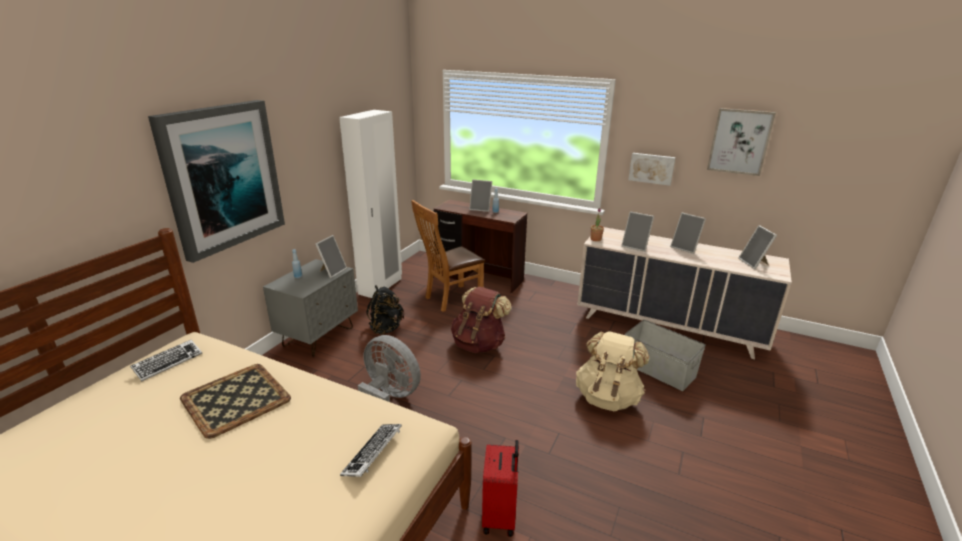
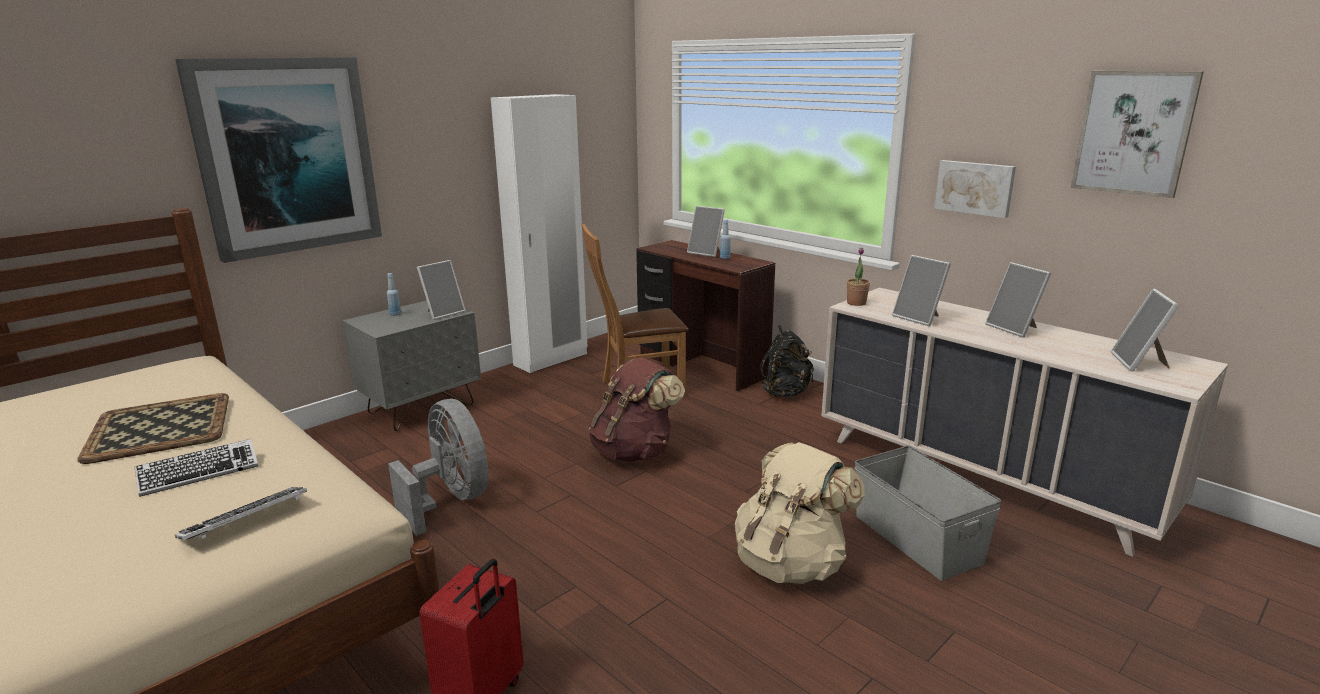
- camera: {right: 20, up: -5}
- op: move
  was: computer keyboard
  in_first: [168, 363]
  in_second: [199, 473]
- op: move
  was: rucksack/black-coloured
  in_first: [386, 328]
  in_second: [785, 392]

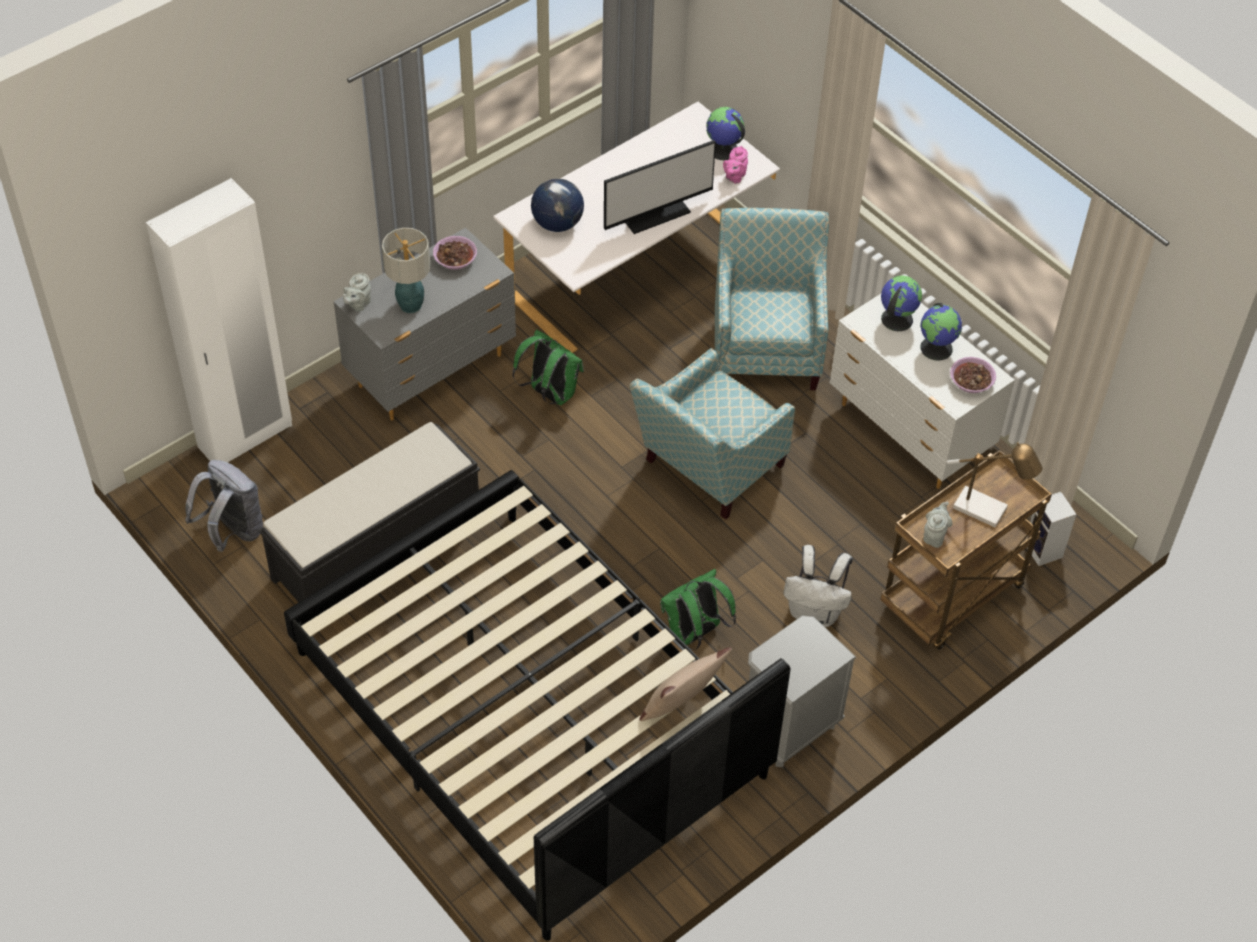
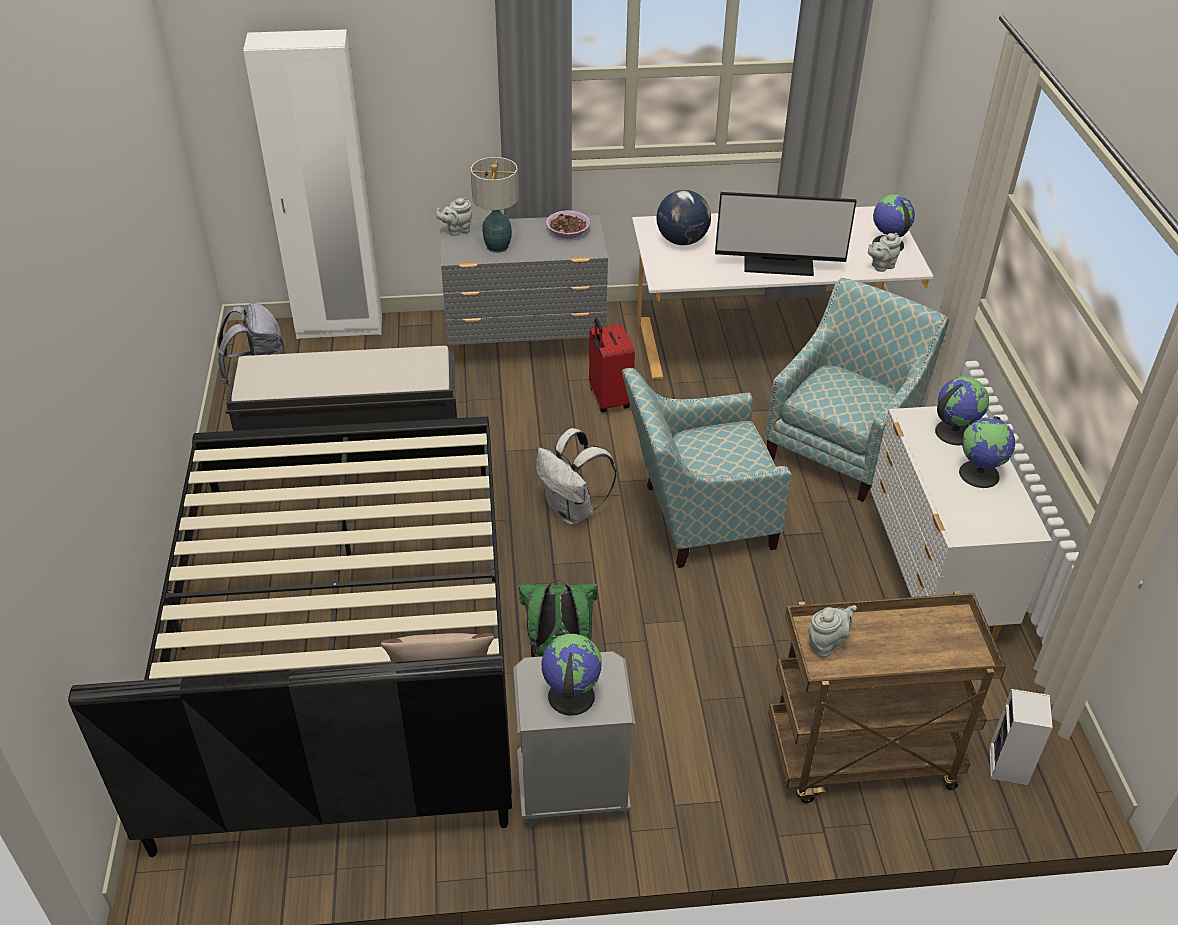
- camera: {right: 35, up: -10}
- op: move
  was: rucksack/white-coloured
  in_first: [815, 612]
  in_second: [573, 511]
- op: insert
  now: globe
  in_second: [570, 696]
- op: replace
  was: rucksack/green
  now: suitcase/red
  in_first: [550, 393]
  in_second: [608, 399]
- op: recolor
  was: tea pot/pinkish
  now: tea pot/grey
  in_first: [734, 177]
  in_second: [881, 266]
- op: delete
  was: tabletop lamp
  in_first: [987, 510]
- op: delete
  was: bowl
  in_first: [972, 381]

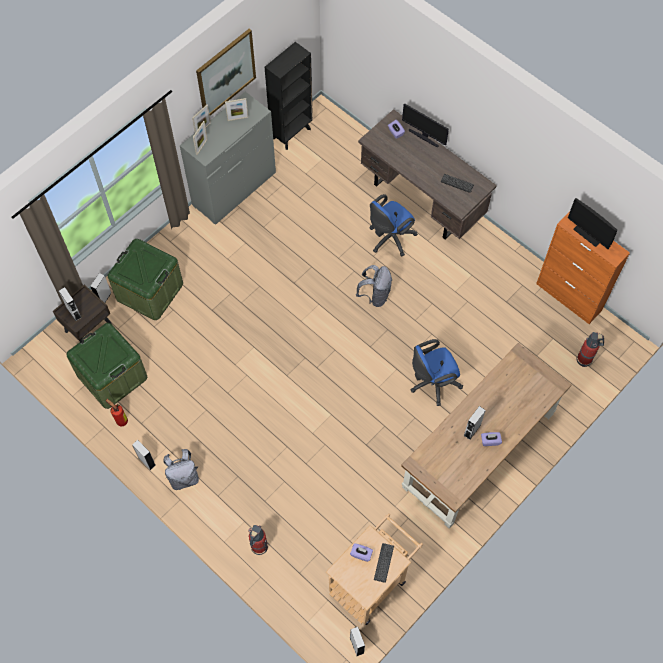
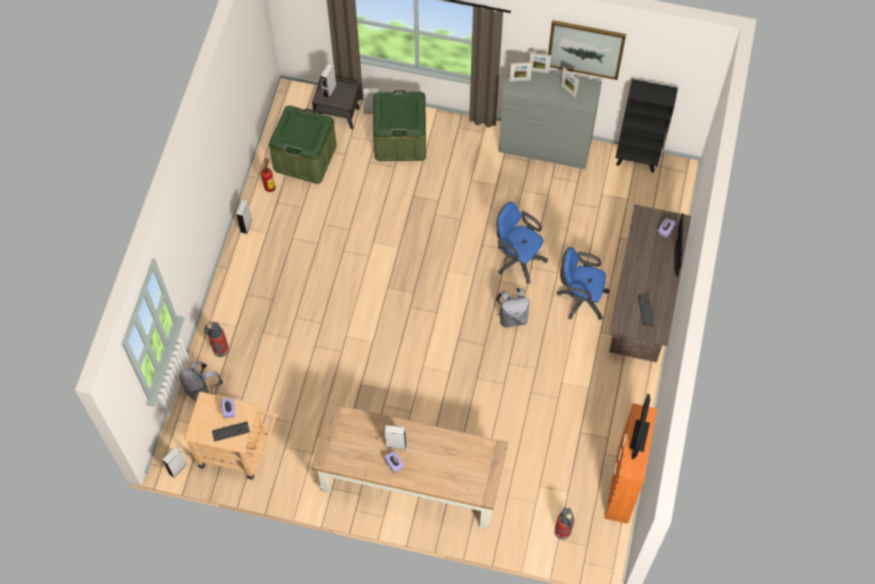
- camera: {right: 60, up: 0}
- op: move
  was: rucksack/grey
  in_first: [183, 477]
  in_second: [202, 391]
- op: move
  was: office chair/bluish
  in_first: [432, 383]
  in_second: [517, 259]

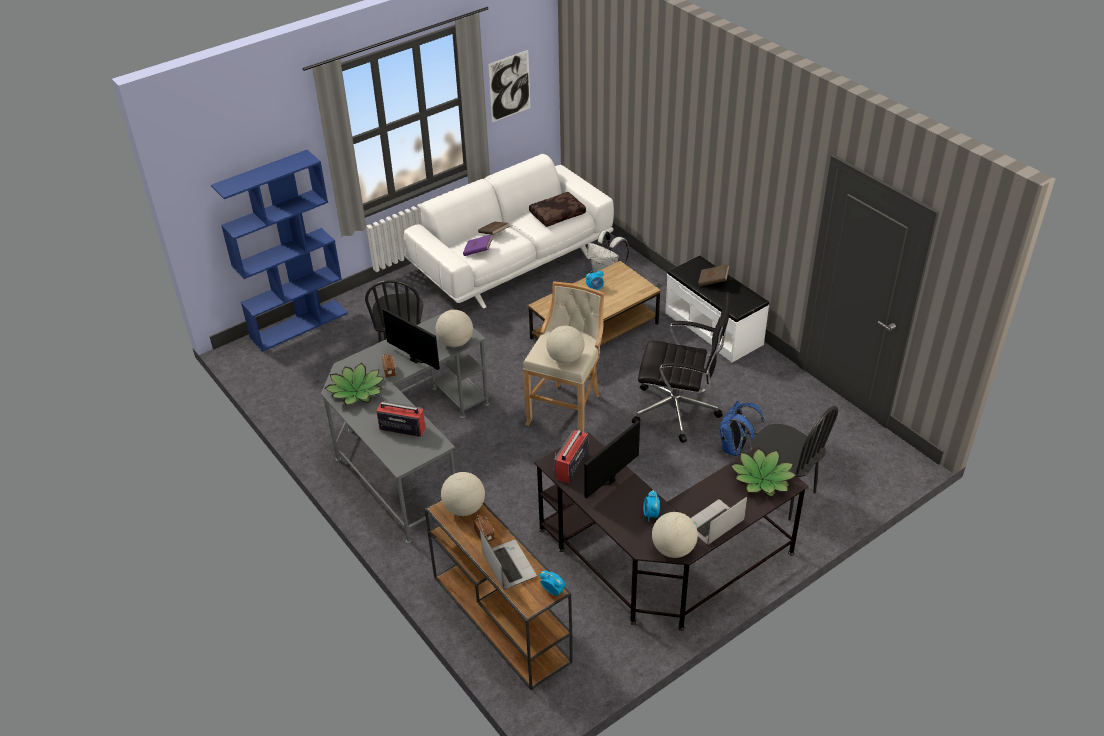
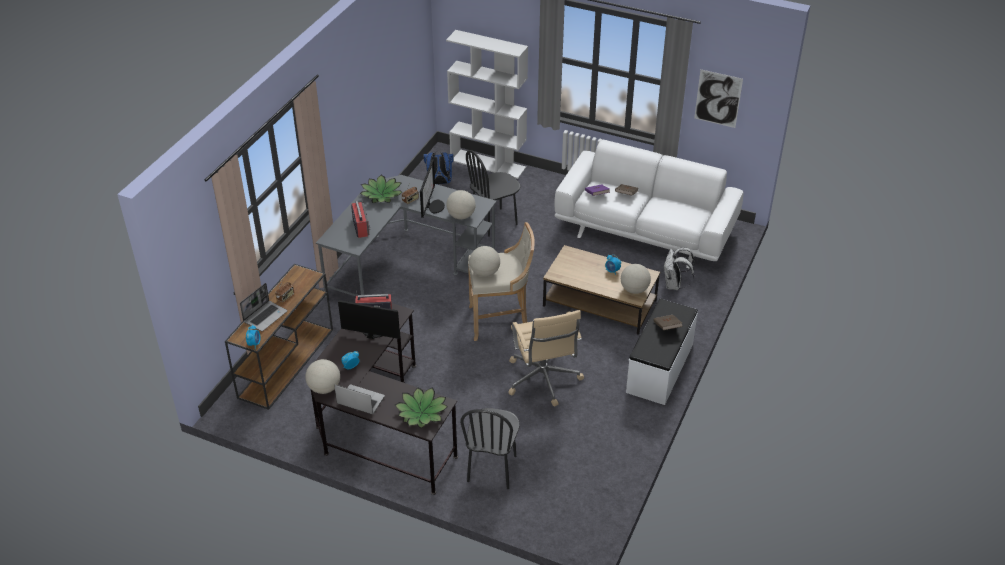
- camera: {right: 60, up: 0}
- op: move
  was: rucksack/bluish
  in_first: [735, 448]
  in_second: [439, 182]
- op: recolor
  was: bookshelf/bluish
  now: bookshelf/white-coloured
  in_first: [299, 325]
  in_second: [488, 164]
- op: recolor
  was: office chair/black-coloured
  now: office chair/beige
  in_first: [678, 411]
  in_second: [543, 380]
- op: move
  was: globe
  in_first: [464, 508]
  in_second: [634, 290]
- op: delete
  was: pillow/brown-coloured
  in_first: [557, 214]

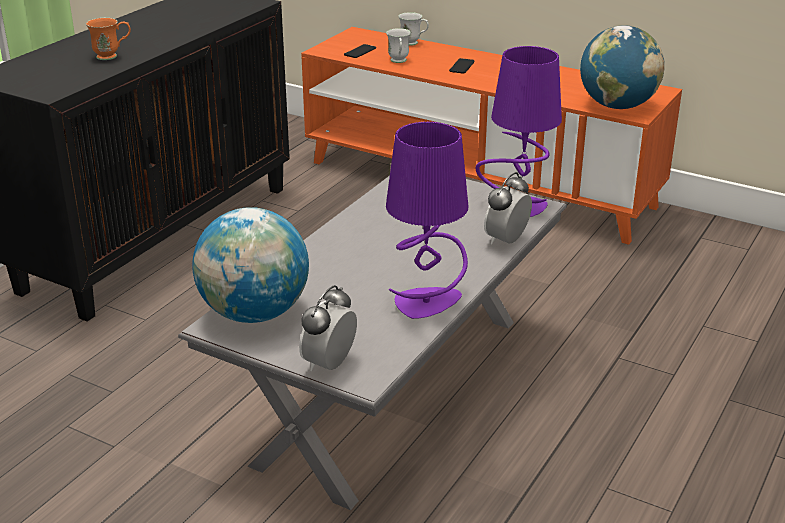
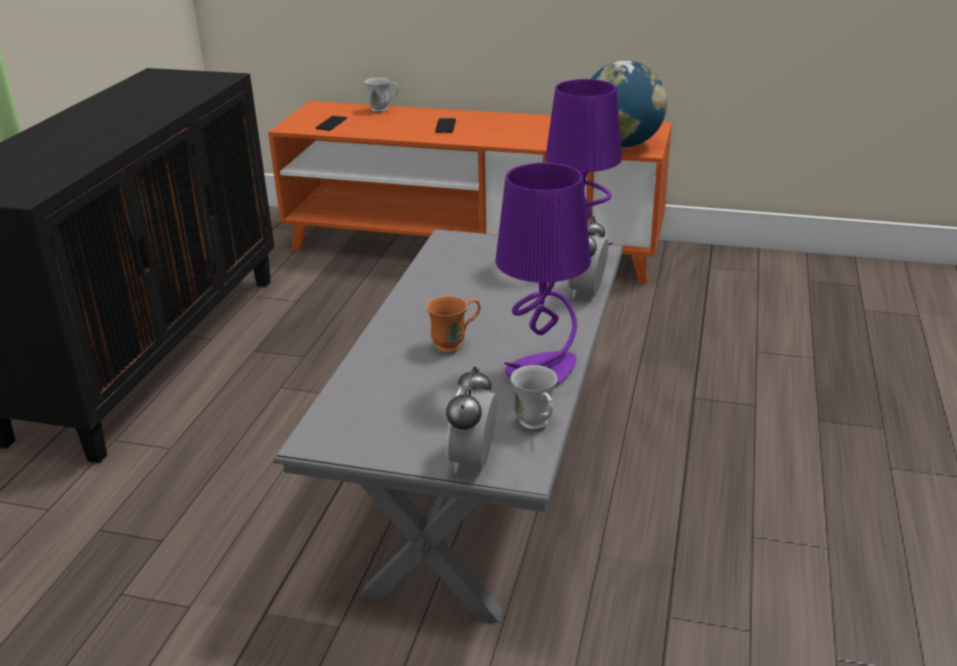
- camera: {right: -15, up: 0}
- op: move
  was: mug/orange
  in_first: [112, 56]
  in_second: [455, 345]
- op: move
  was: mug/white-coloured
  in_first: [399, 62]
  in_second: [537, 427]
- op: delete
  was: globe
  in_first: [254, 313]

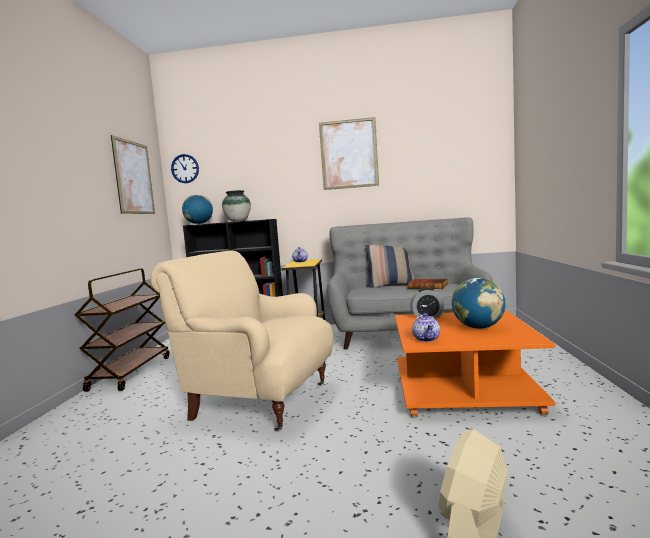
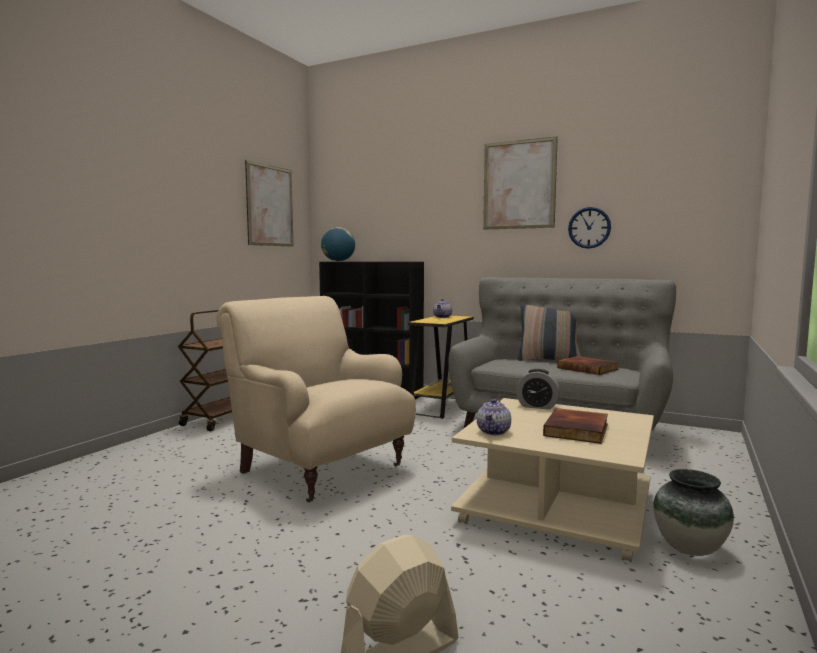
- camera: {right: 20, up: 0}
- op: recolor
  was: low table/orange
  now: low table/beige
  in_first: [464, 388]
  in_second: [559, 507]
- op: replace
  was: globe
  now: volume
  in_first: [478, 327]
  in_second: [578, 430]
- op: move
  was: hanging clock
  in_first: [185, 168]
  in_second: [589, 227]
- op: move
  was: decorative vase
  in_first: [238, 221]
  in_second: [690, 549]

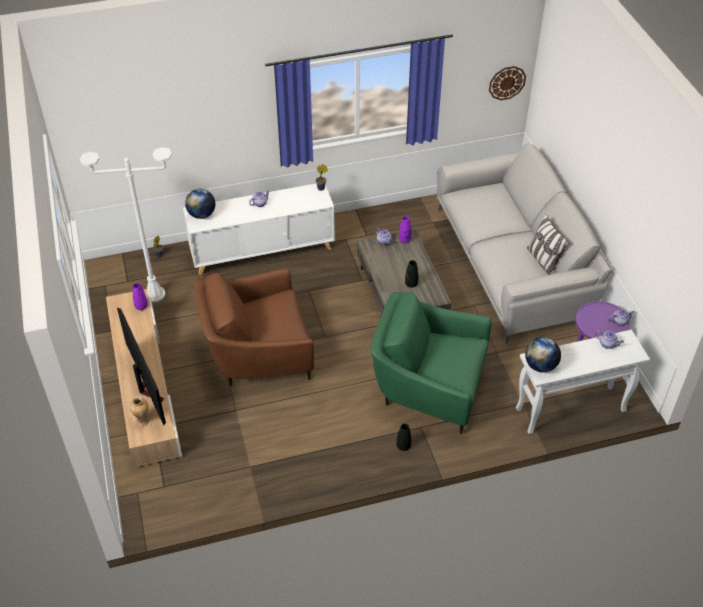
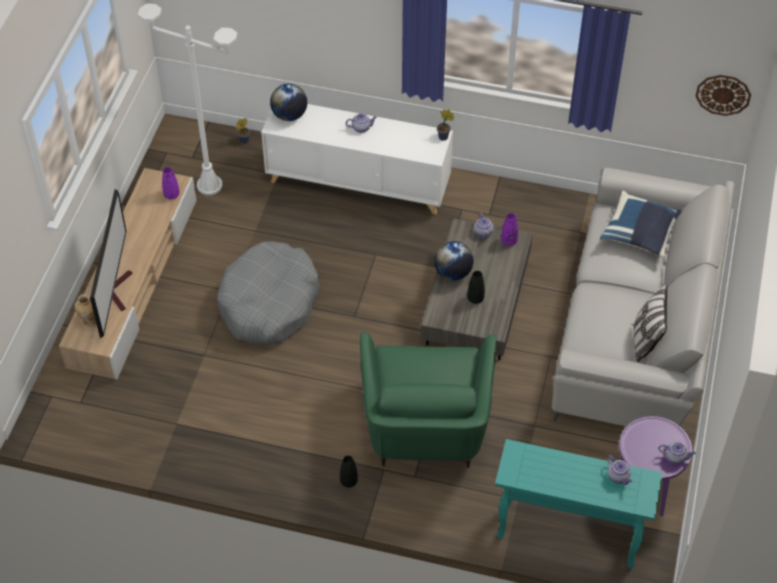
- camera: {right: 30, up: 5}
- op: replace
  was: armchair/brown-coloured
  now: pet bed/grey
  in_first: [258, 354]
  in_second: [269, 303]
- op: rotate
  was: armchair/green
  in_first: [428, 387]
  in_second: [425, 428]
  clockwise: -135
- op: move
  was: globe
  in_first: [540, 366]
  in_second: [453, 273]
- op: recolor
  was: narrow table/white-coloured
  now: narrow table/turquoise-coloured
  in_first: [569, 410]
  in_second: [566, 534]
- op: insert
  now: pillow/bluish
  in_second: [639, 233]

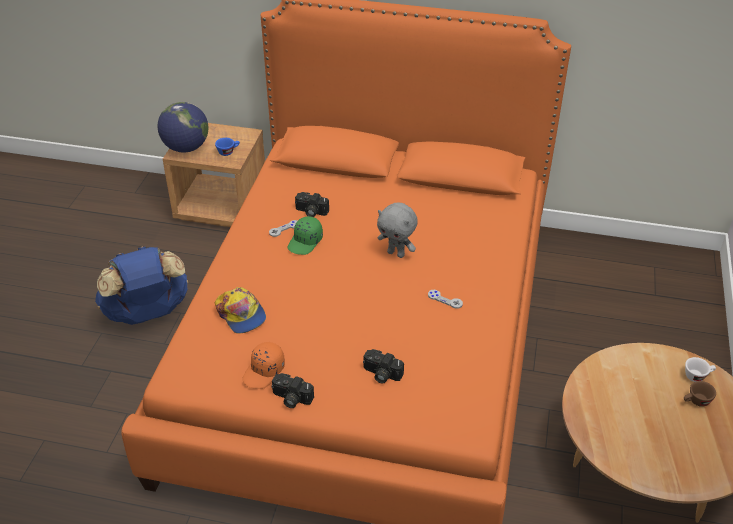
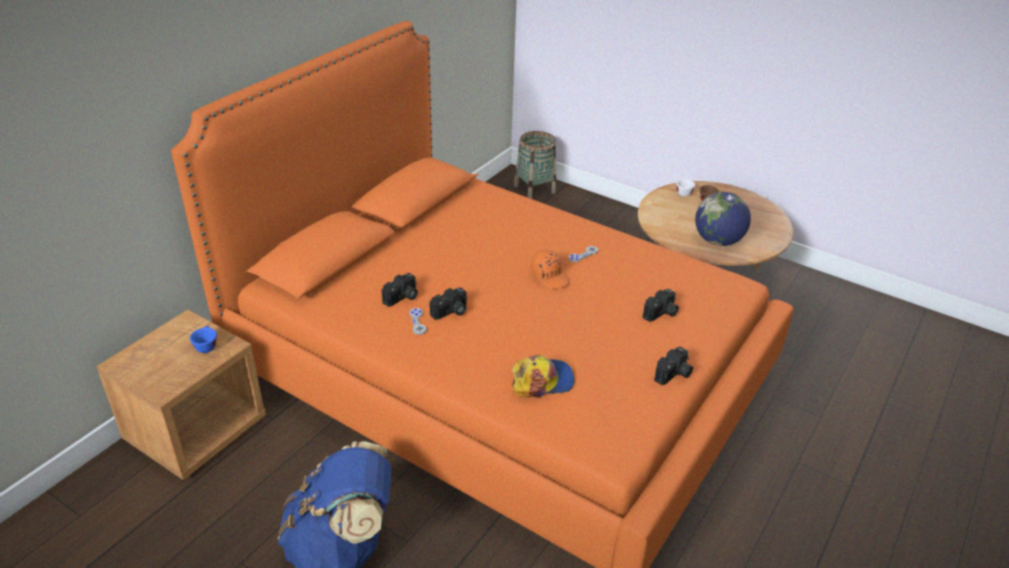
- camera: {right: -70, up: -5}
- op: replace
  was: peaked cap/green
  now: photo camera
  in_first: [305, 242]
  in_second: [451, 312]
- op: insert
  now: storage basket
  in_second: [534, 189]
- op: move
  was: peaked cap/orange
  in_first: [264, 371]
  in_second: [550, 276]
- op: move
  was: globe
  in_first: [186, 148]
  in_second: [718, 241]
- op: delete
  was: plush toy/grey
  in_first: [396, 253]

